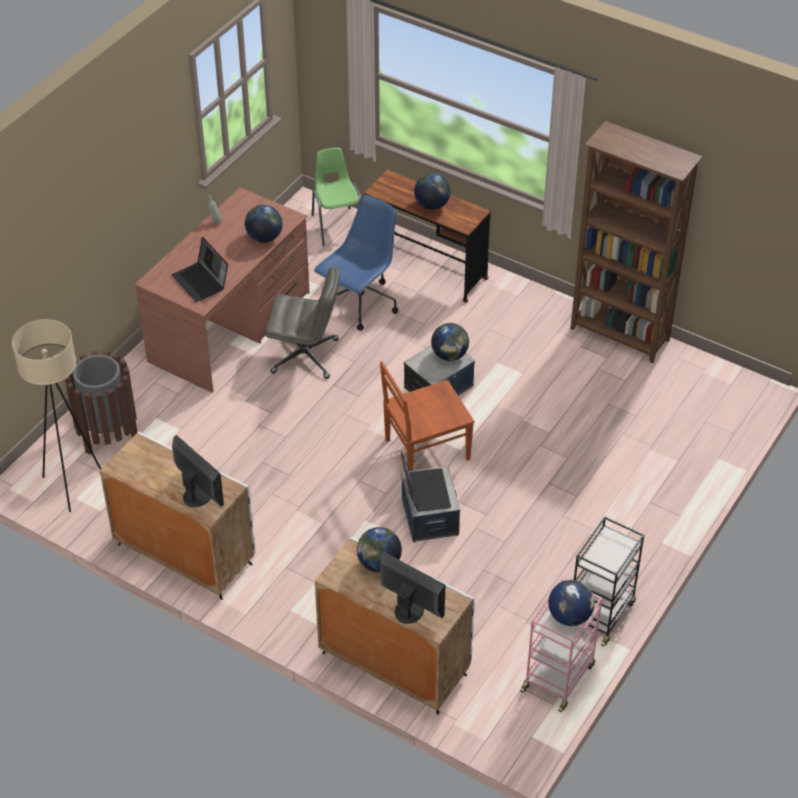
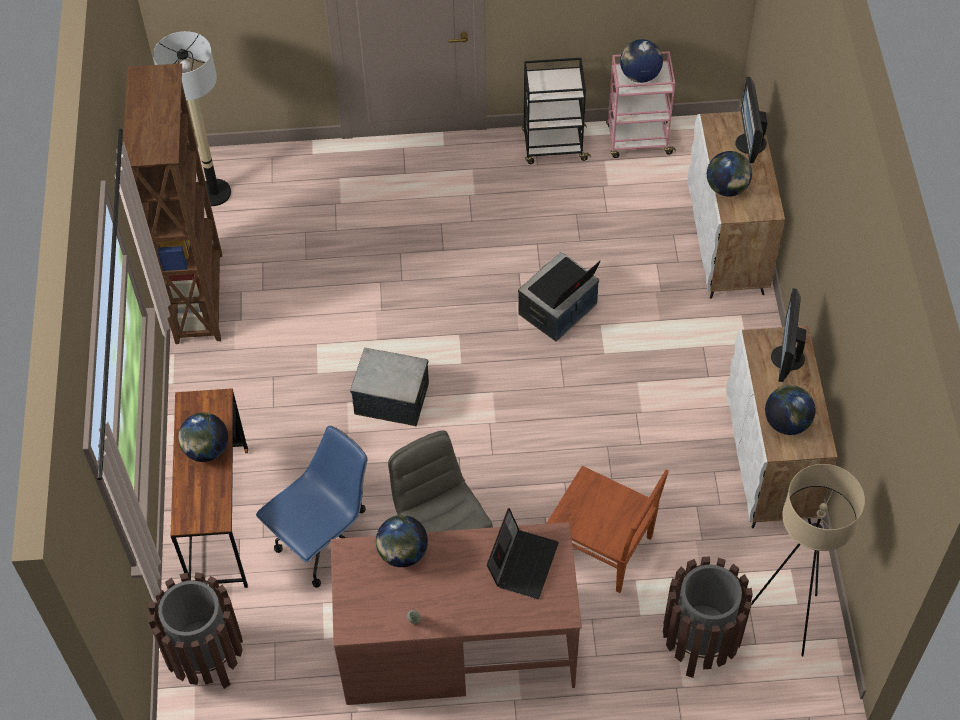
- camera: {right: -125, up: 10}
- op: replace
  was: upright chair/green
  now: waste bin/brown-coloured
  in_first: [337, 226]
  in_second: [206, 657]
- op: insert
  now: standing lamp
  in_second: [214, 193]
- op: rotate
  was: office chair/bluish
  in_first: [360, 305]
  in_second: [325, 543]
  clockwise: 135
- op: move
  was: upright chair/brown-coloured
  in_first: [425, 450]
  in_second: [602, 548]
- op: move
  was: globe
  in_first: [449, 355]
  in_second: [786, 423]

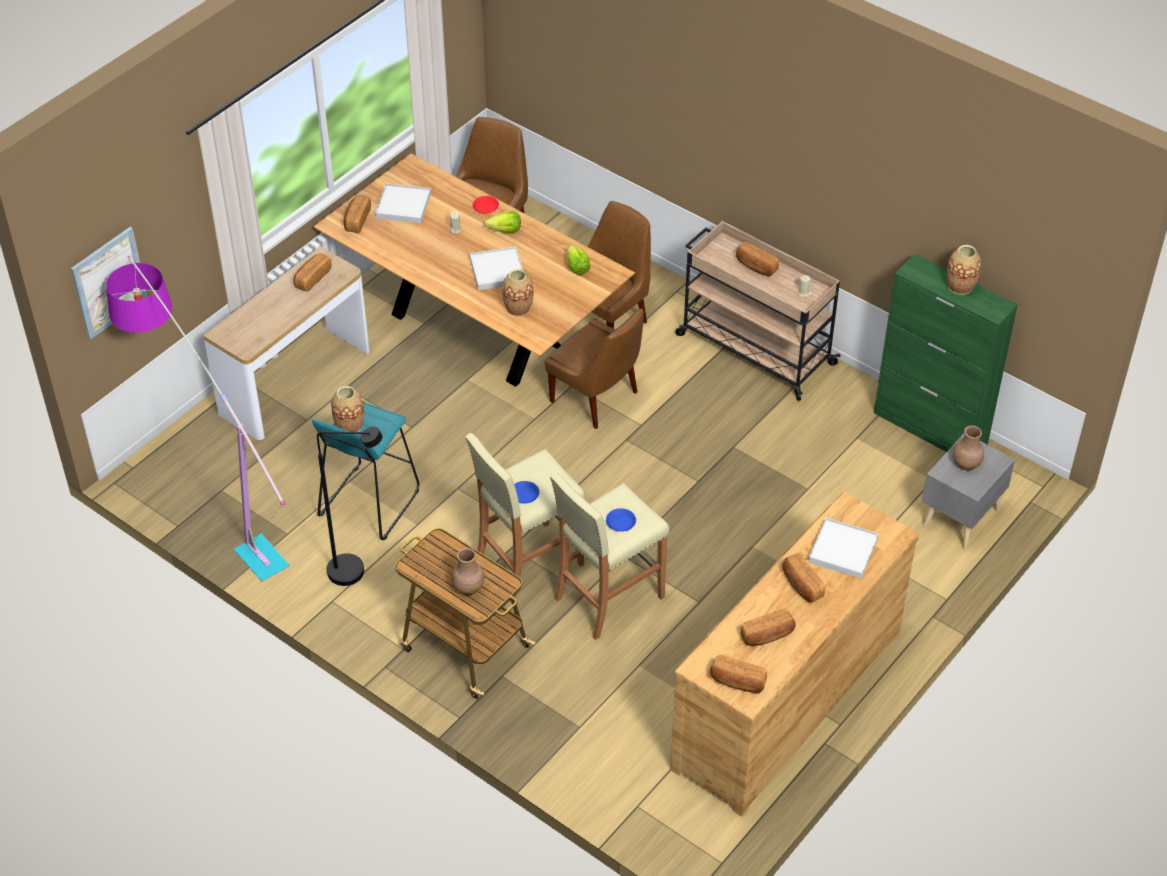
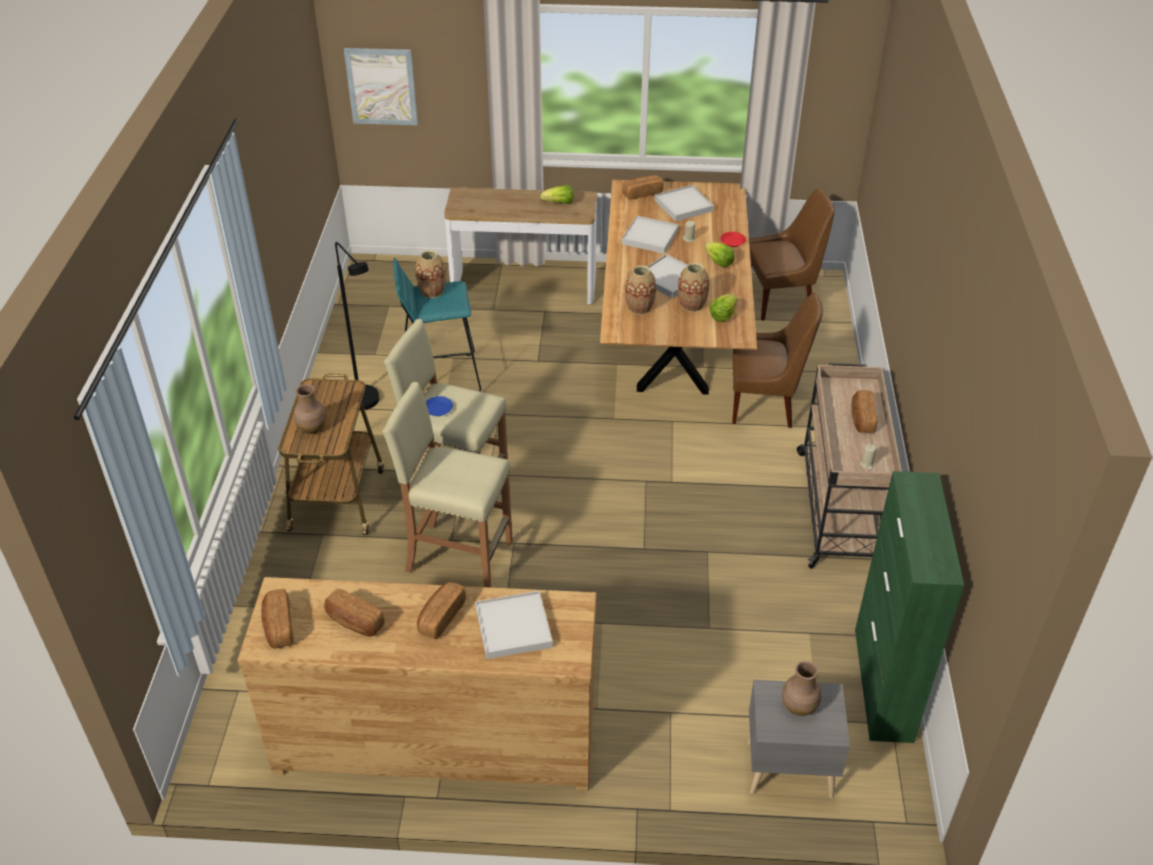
- camera: {right: 55, up: -5}
- op: replace
  was: bread
  now: lettuce head
  in_first: [312, 278]
  in_second: [559, 203]
- op: insert
  now: carrying tray/white-coloured
  in_second: [650, 237]
- op: move
  was: decorative vase
  in_first: [960, 286]
  in_second: [691, 305]
- op: delete
  was: standing lamp
  in_first: [212, 501]
- op: delete
  was: upright chair/brown-coloured
  in_first: [596, 398]
- op: delete
  was: dinner plate/bluish
  in_first: [621, 522]

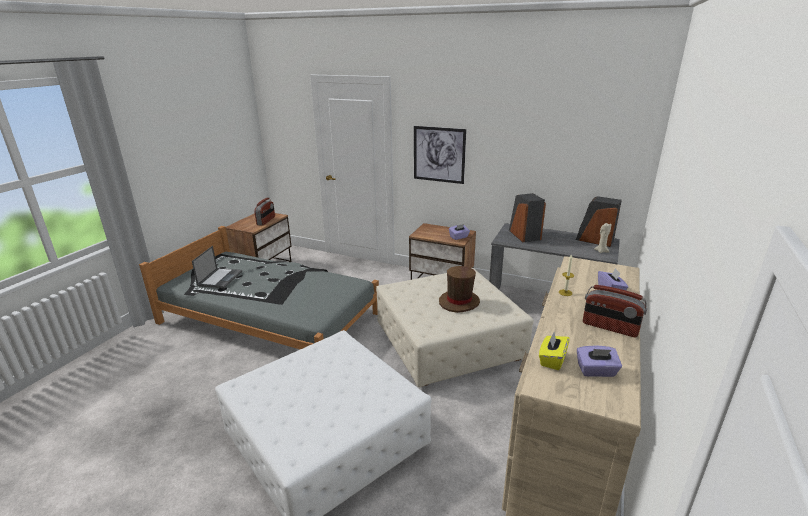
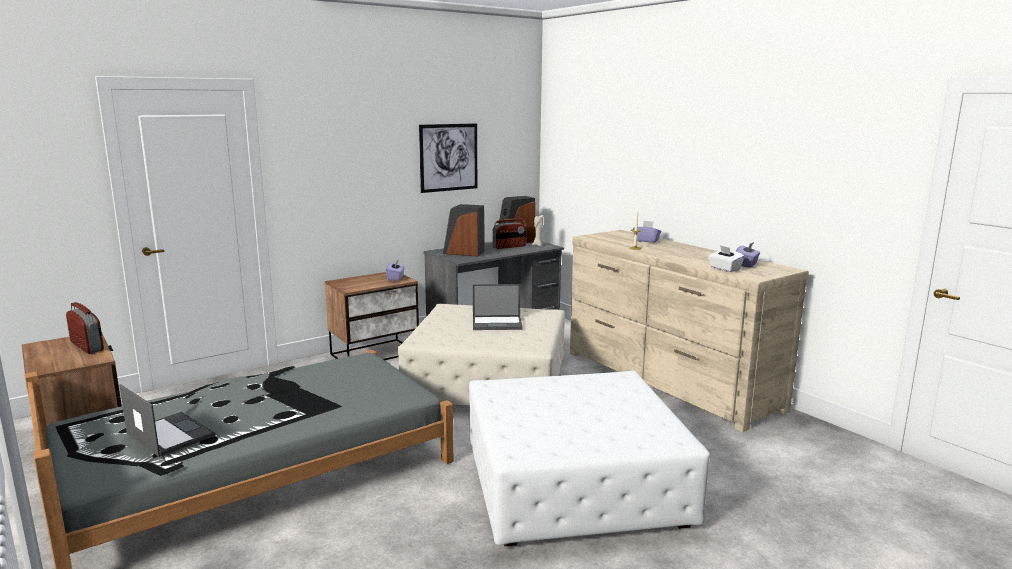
- camera: {right: -60, up: -10}
- op: move
  was: wall picture
  in_first: [439, 154]
  in_second: [448, 157]
- op: replace
  was: hat/brown-coloured
  now: laptop
  in_first: [459, 302]
  in_second: [497, 323]
- op: move
  was: radio set
  in_first: [610, 327]
  in_second: [509, 247]
- op: recolor
  was: tissue box/yellow-coloured
  now: tissue box/white-coloured
  in_first: [552, 360]
  in_second: [724, 269]

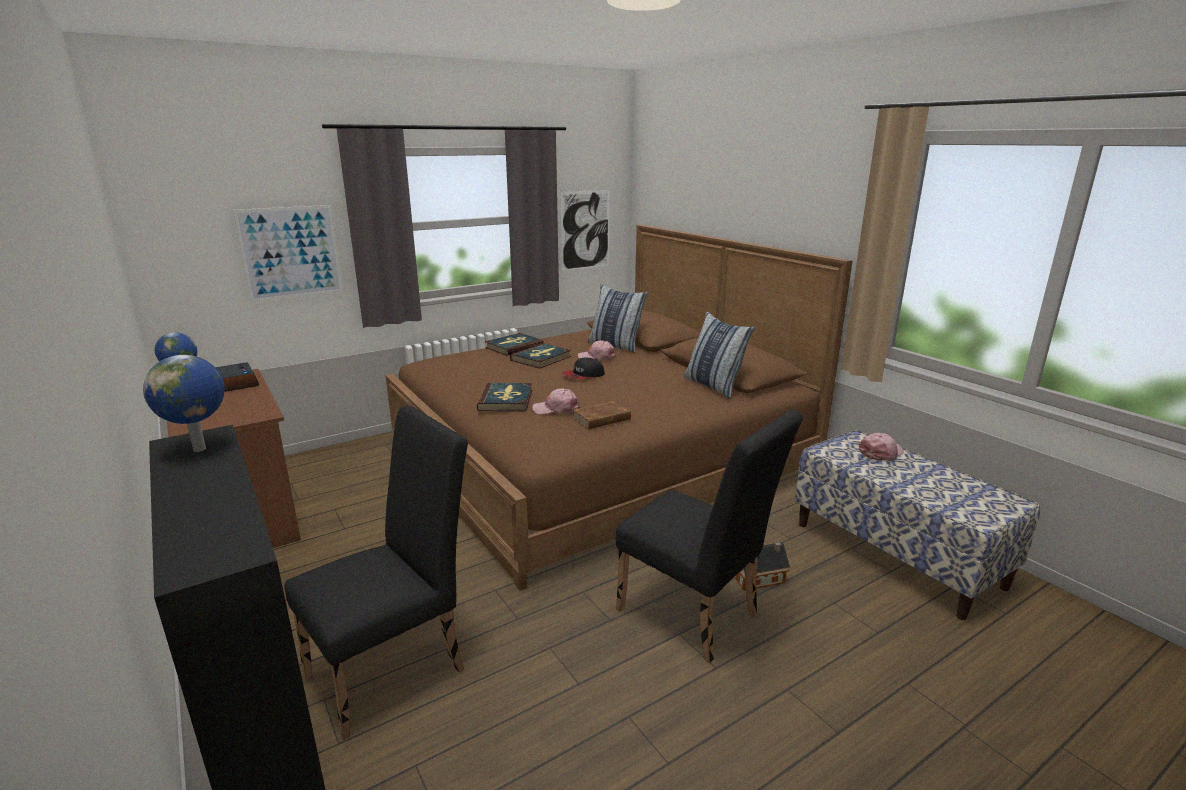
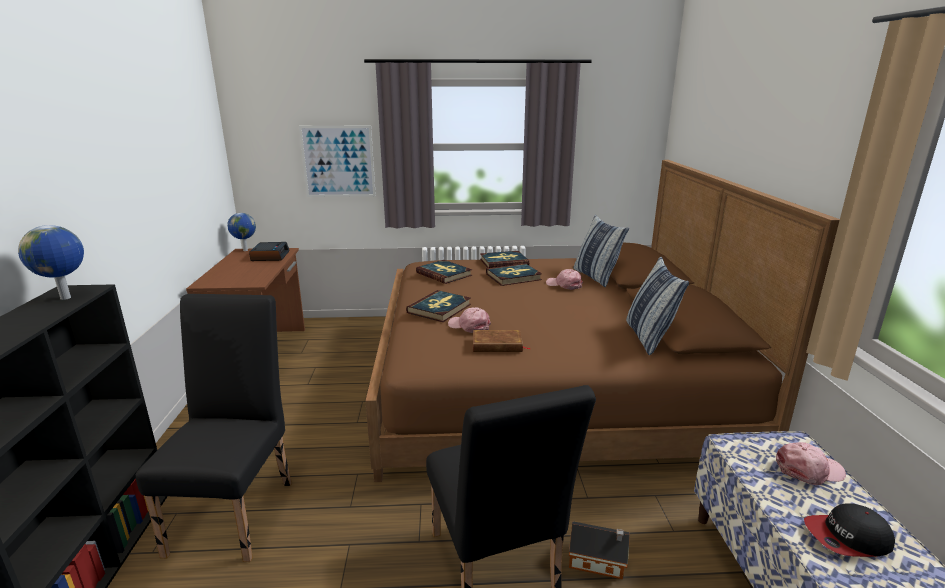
- camera: {right: 30, up: 0}
- op: rotate
  was: upright chair/black-coloured
  in_first: [397, 667]
  in_second: [237, 509]
  clockwise: -75
- op: insert
  now: volume
  in_second: [444, 274]
- op: move
  was: peaked cap
  in_first: [583, 375]
  in_second: [847, 538]
- op: delete
  was: wall picture
  in_first: [585, 230]

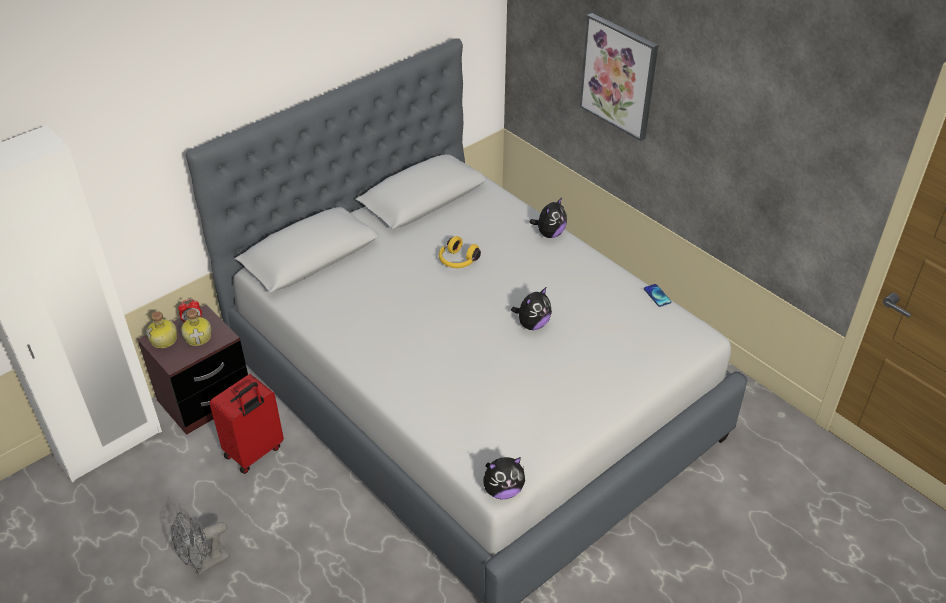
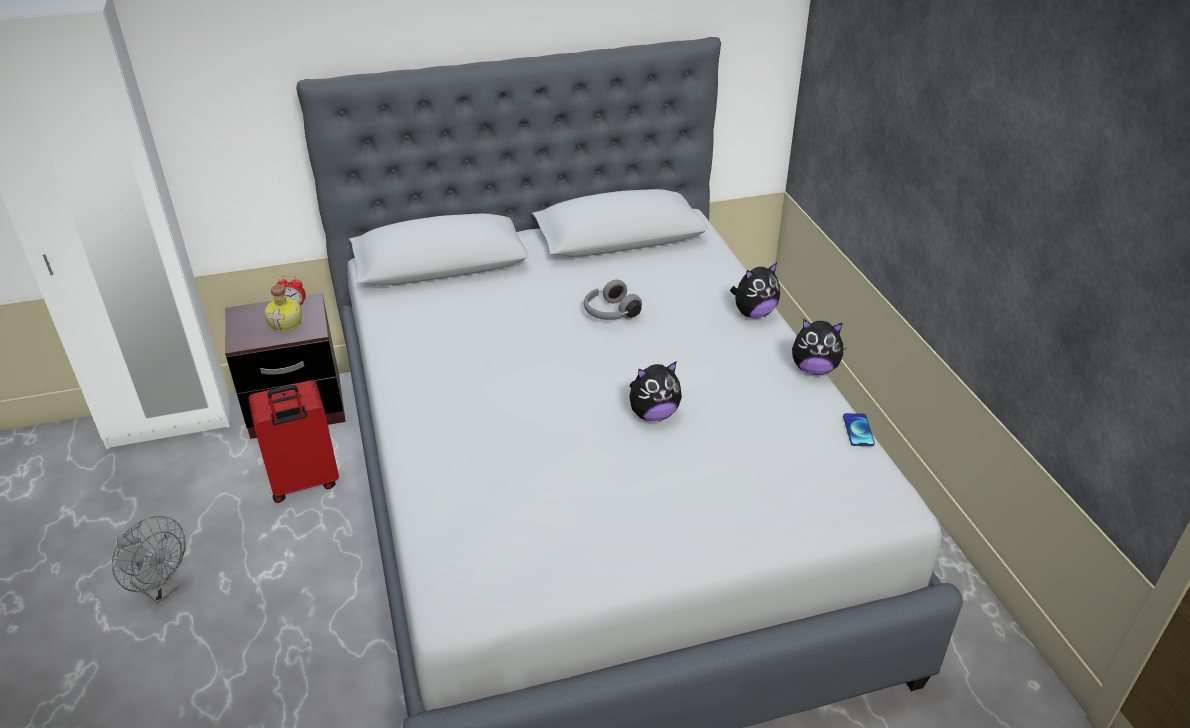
- camera: {right: 25, up: -5}
- op: rotate
  was: fan/grey
  in_first: [205, 564]
  in_second: [161, 589]
  clockwise: -135
- op: recolor
  was: headset/yellow-coloured
  now: headset/grey
  in_first: [457, 261]
  in_second: [610, 313]
- op: move
  was: plush toy
  in_first: [503, 490]
  in_second: [814, 369]
- op: delete
  was: drink bottle
  in_first: [164, 340]
- op: delete
  was: wall picture
  in_first: [619, 76]

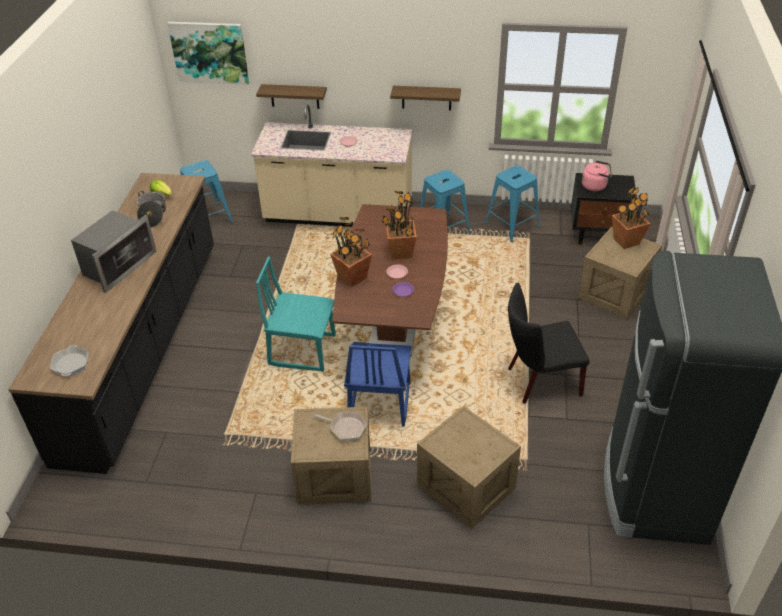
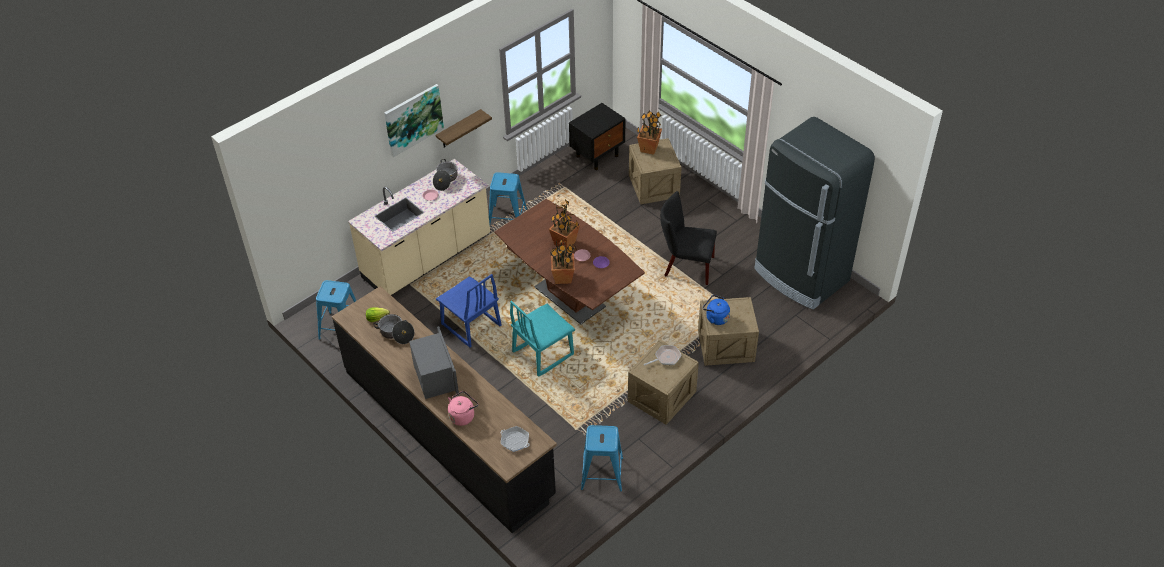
- camera: {right: -50, up: 5}
- op: move
  was: wall picture
  in_first: [209, 52]
  in_second: [413, 119]
- op: insert
  now: stockpot
  in_second: [445, 180]
- op: move
  was: upright chair/bluish
  in_first: [378, 402]
  in_second: [470, 325]
- op: move
  was: water kettle/pinkish
  in_first: [595, 186]
  in_second: [463, 416]
- op: move
  was: sitting stool/bluish
  in_first: [512, 226]
  in_second: [602, 474]
- op: rotate
  was: upright chair/black-coloured
  in_first: [539, 382]
  in_second: [685, 266]
  clockwise: 75
- op: insert
  now: water kettle/bluish
  in_second: [715, 318]
- op: delete
  was: wall shelf
  in_first: [294, 96]

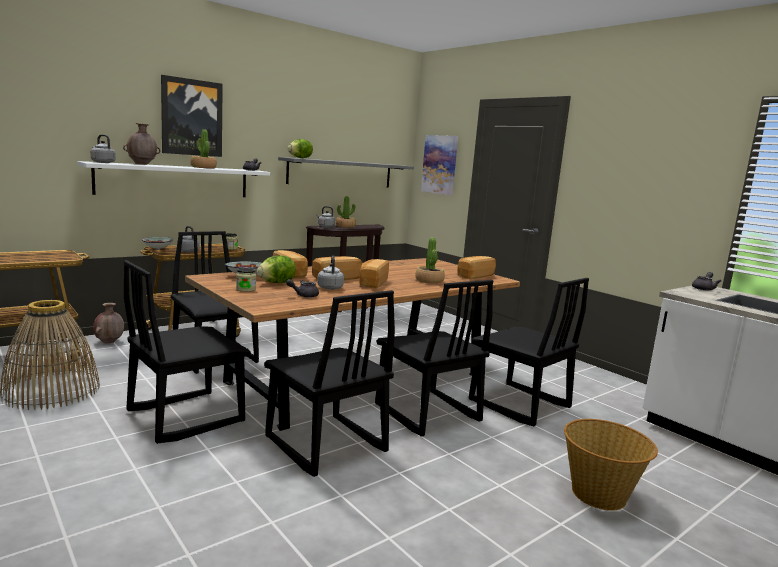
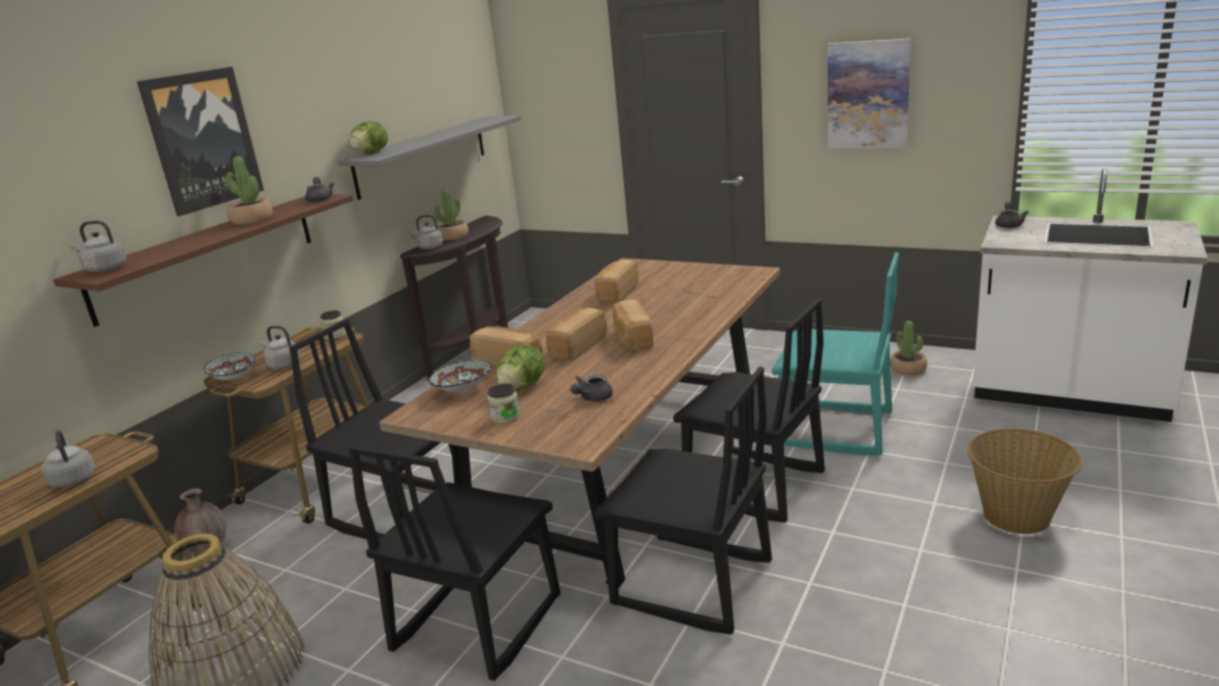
- camera: {right: -20, up: 10}
- op: move
  was: water kettle/grey
  in_first: [330, 287]
  in_second: [73, 479]
- op: recolor
  was: wall shelf/white-coloured
  now: wall shelf/brown-coloured
  in_first: [175, 181]
  in_second: [207, 255]
- op: move
  was: bread
  in_first: [474, 276]
  in_second: [616, 293]
- op: recolor
  was: upright chair/black-coloured
  now: upright chair/turquoise-coloured
  in_first: [518, 405]
  in_second: [835, 430]
- op: move
  was: wall picture
  in_first: [440, 164]
  in_second: [868, 95]
- op: move
  was: potted plant
  in_first: [429, 281]
  in_second: [908, 369]
- op: delete
  was: decorative vase/brown-coloured
  in_first: [142, 164]

